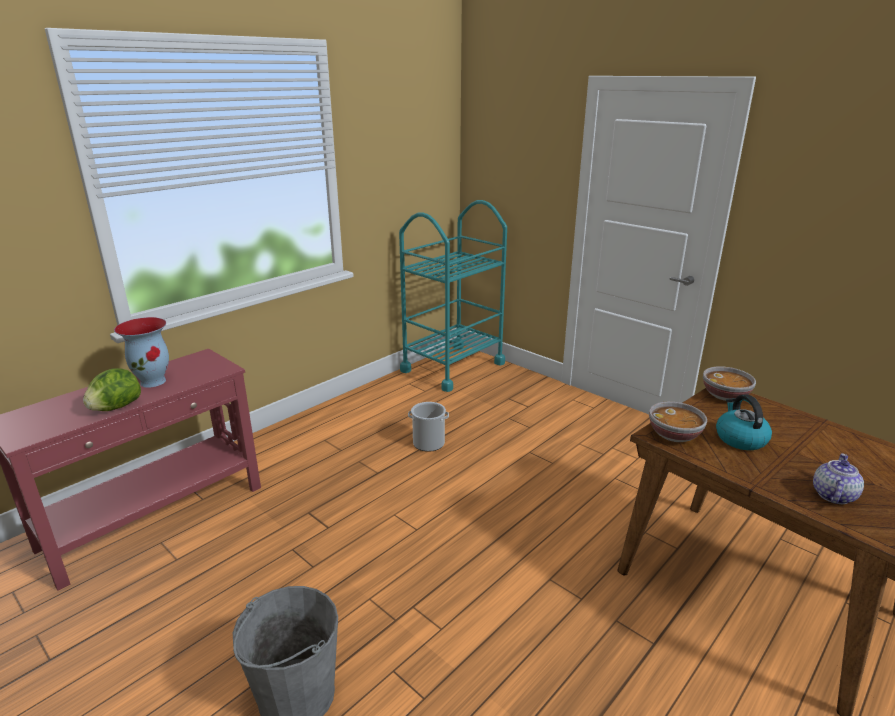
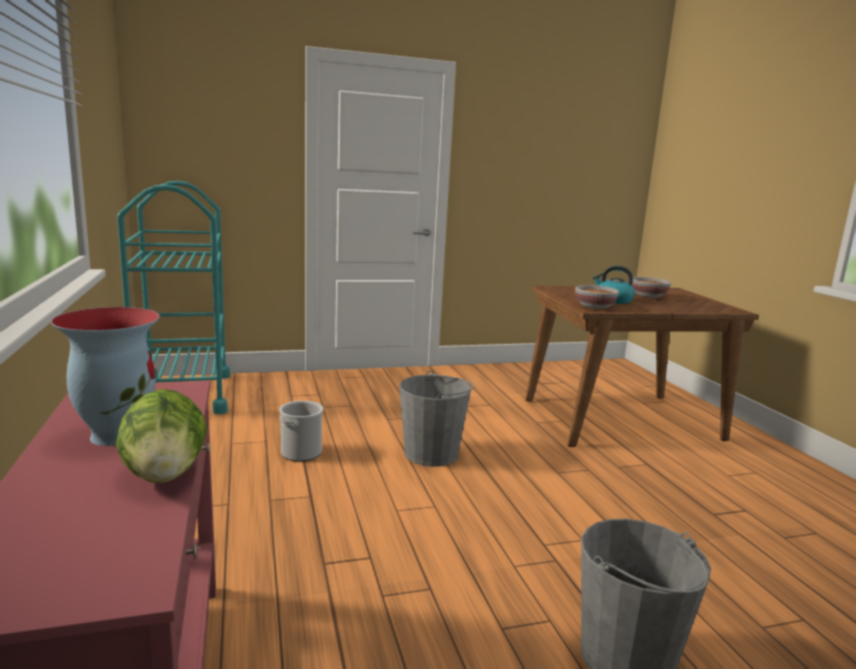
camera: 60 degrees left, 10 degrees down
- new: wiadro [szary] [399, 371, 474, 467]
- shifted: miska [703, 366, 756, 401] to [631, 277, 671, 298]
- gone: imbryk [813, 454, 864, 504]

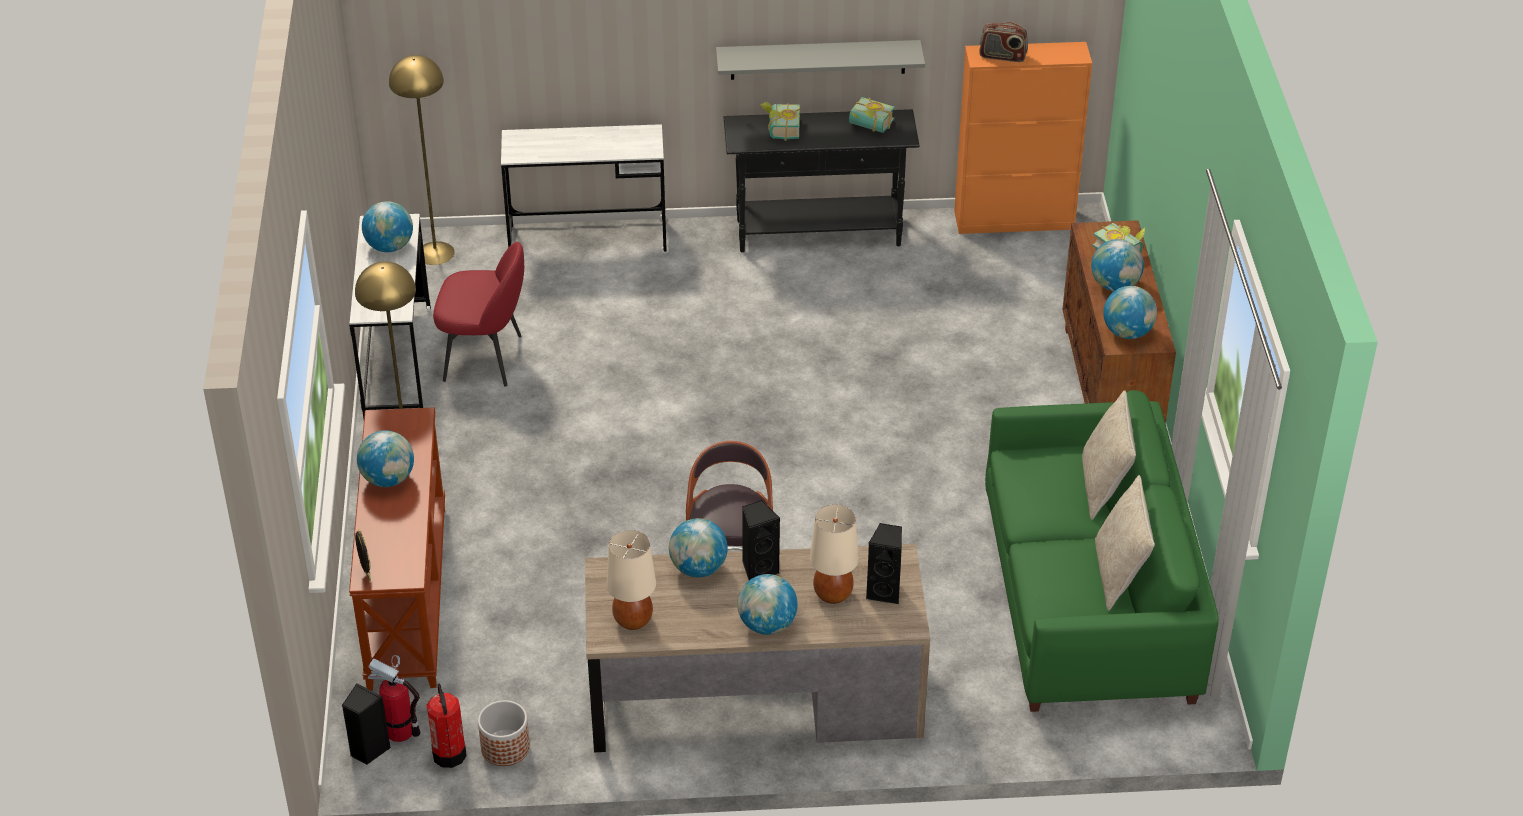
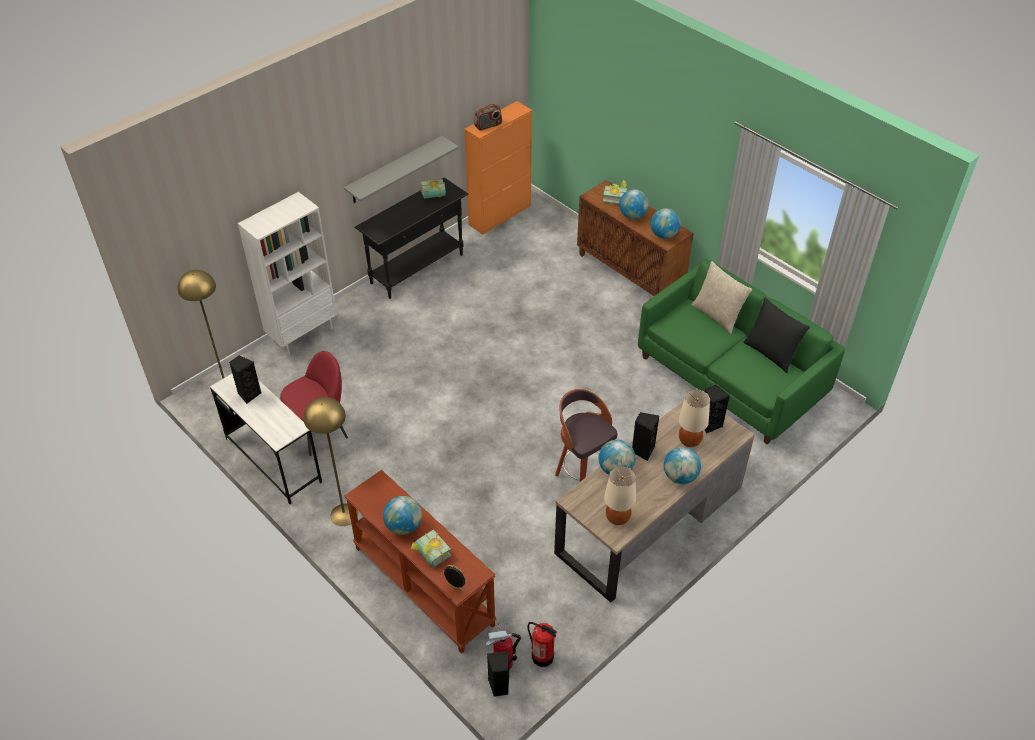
camera: 40 degrees left, 5 degrees up
- swapped: globus [362, 201, 413, 252] to głośnik [czarny] [229, 356, 261, 404]
- swapped: biurko [biały] [501, 124, 669, 253] to regał [biały] [238, 192, 337, 355]
- shifted: książka [760, 102, 801, 141] to [411, 529, 451, 567]
- repainted: poduszka [beżowy] [1095, 475, 1155, 611] to poduszka [czarny] [744, 298, 810, 373]
- gone: donica [478, 700, 530, 766]

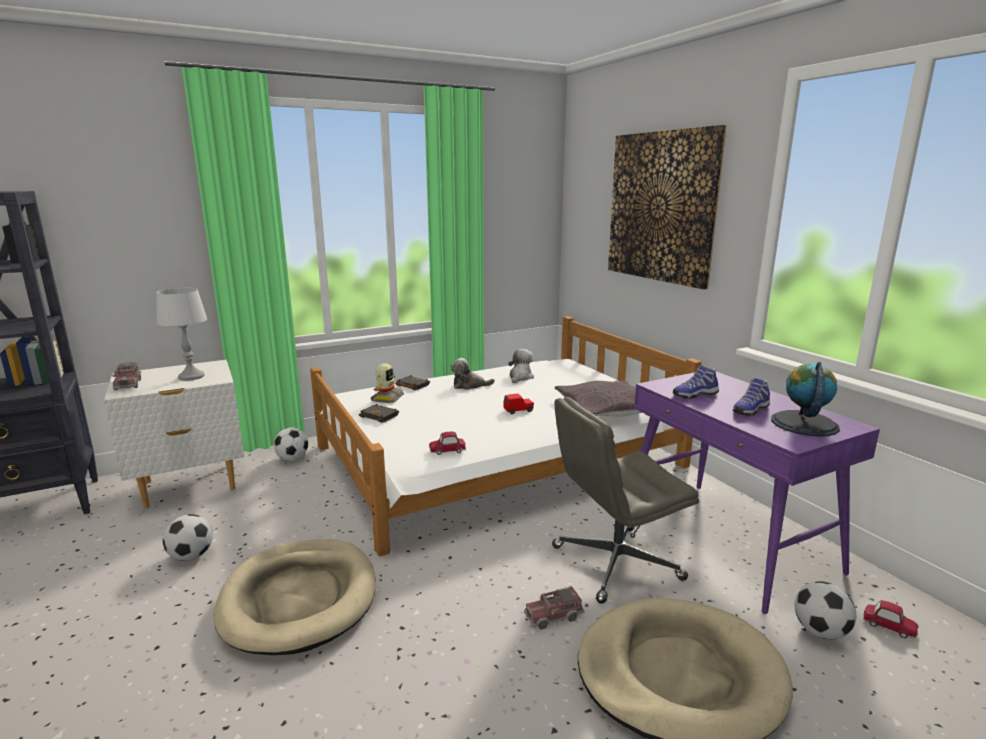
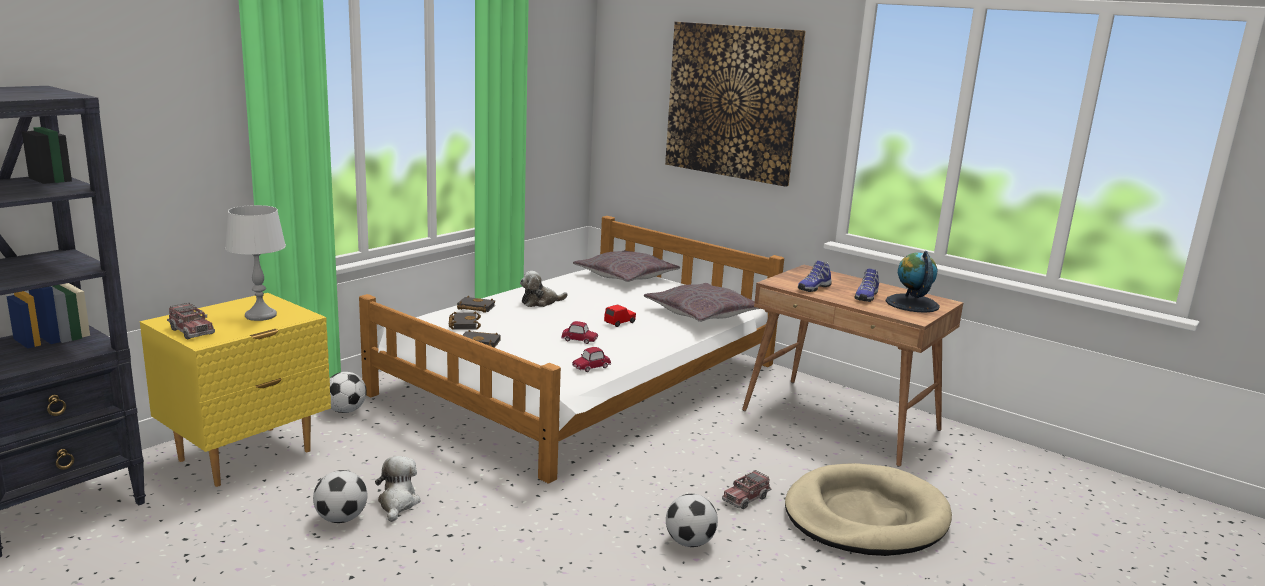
camera: 25 degrees left, 0 degrees up
- repainted: szafka nocna [biały] [104, 360, 244, 508] to szafka nocna [żółty] [140, 293, 331, 487]
- shifted: pluszak [509, 349, 534, 384] to [375, 456, 420, 522]
- swapped: robot zabawkowy [371, 363, 404, 403] to książka [czarny] [449, 312, 481, 330]
- shifted: samochodzik [863, 600, 919, 638] to [561, 321, 598, 344]
- new: poduszka [szary] [573, 250, 680, 282]
- shifted: piłka futbolowa [795, 581, 856, 639] to [666, 494, 718, 547]
- repainted: biurko [fioletowy] [634, 372, 880, 614] to biurko [brązowy] [742, 265, 963, 467]
- gone: legowisko [beżowy] [214, 539, 376, 655]
- gone: krzesło biurowe [szary] [552, 397, 699, 604]

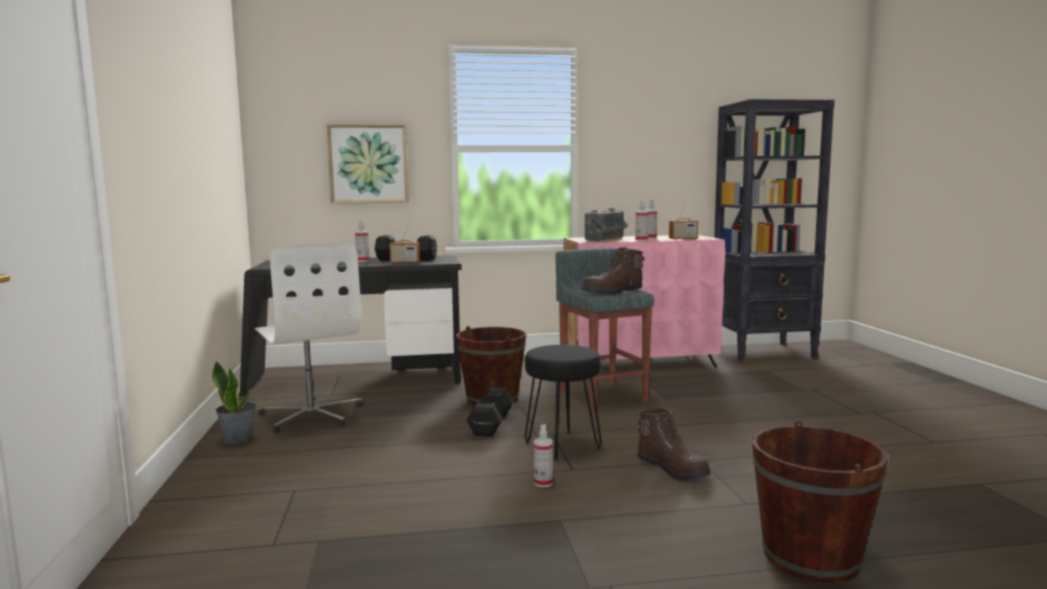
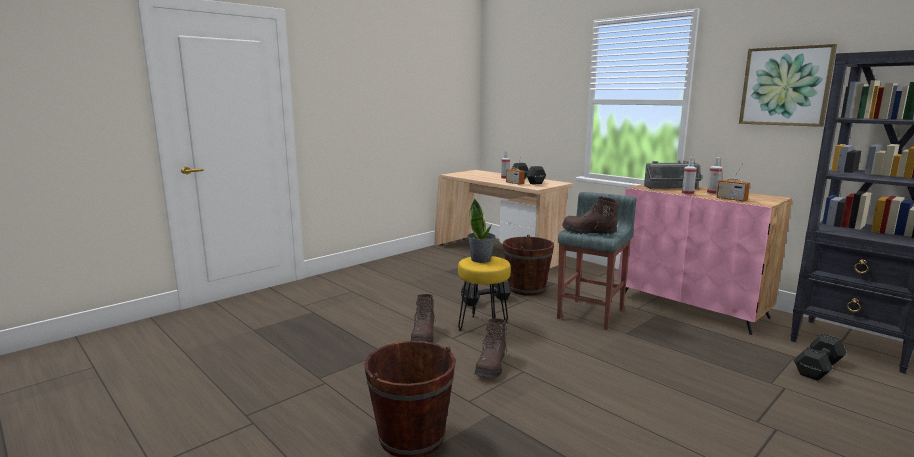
camera: 55 degrees right, 5 degrees up
- swapped: spryskiwacz [534, 424, 553, 488] to but z cholewką [brązowy] [411, 294, 437, 343]
- repainted: biurko [czarny] [240, 255, 462, 396] to biurko [beżowy] [434, 170, 573, 268]
- repainted: stołek [czarny] [525, 345, 602, 461] to stołek [żółty] [458, 256, 511, 331]
- shifted: roślina doniczkowa [212, 361, 256, 445] to [468, 198, 496, 263]
- shifted: obraz [327, 124, 409, 204] to [739, 44, 837, 127]
- new: hantel [czarny] [794, 334, 847, 381]
- gone: krzesło biurowe [biały] [255, 242, 363, 433]

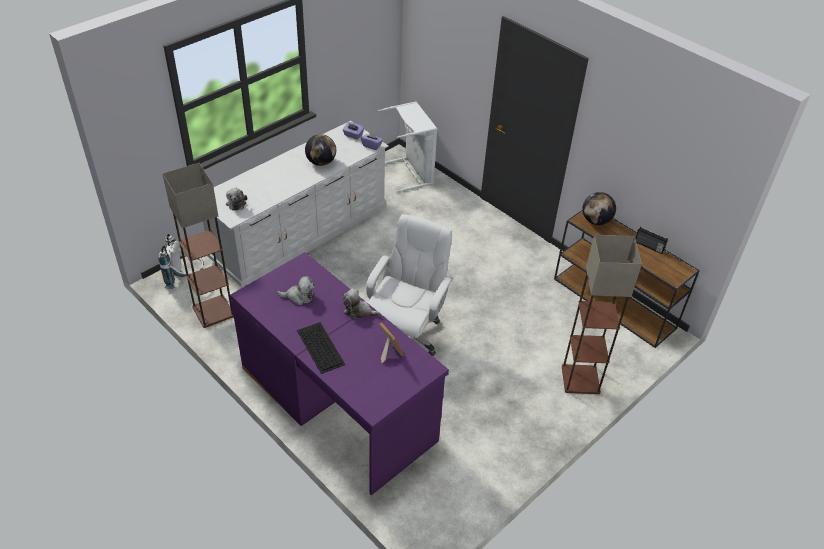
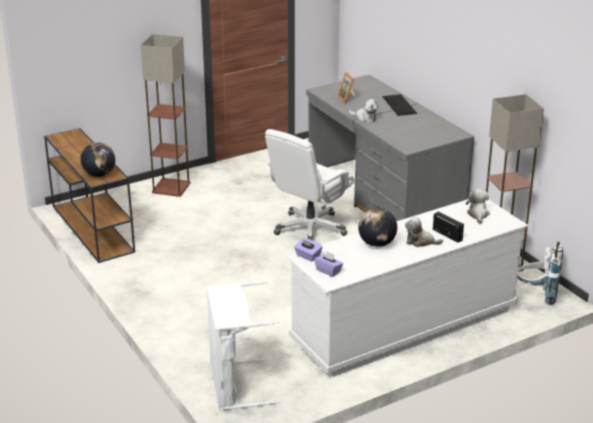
camera: 165 degrees left, 15 degrees down
- repainted: biurko [fioletowy] [230, 252, 449, 495] to biurko [szary] [306, 75, 474, 221]
- shifted: pluszak [277, 276, 315, 305] to [405, 217, 443, 247]
- shifted: radio [635, 227, 668, 254] to [433, 211, 464, 242]

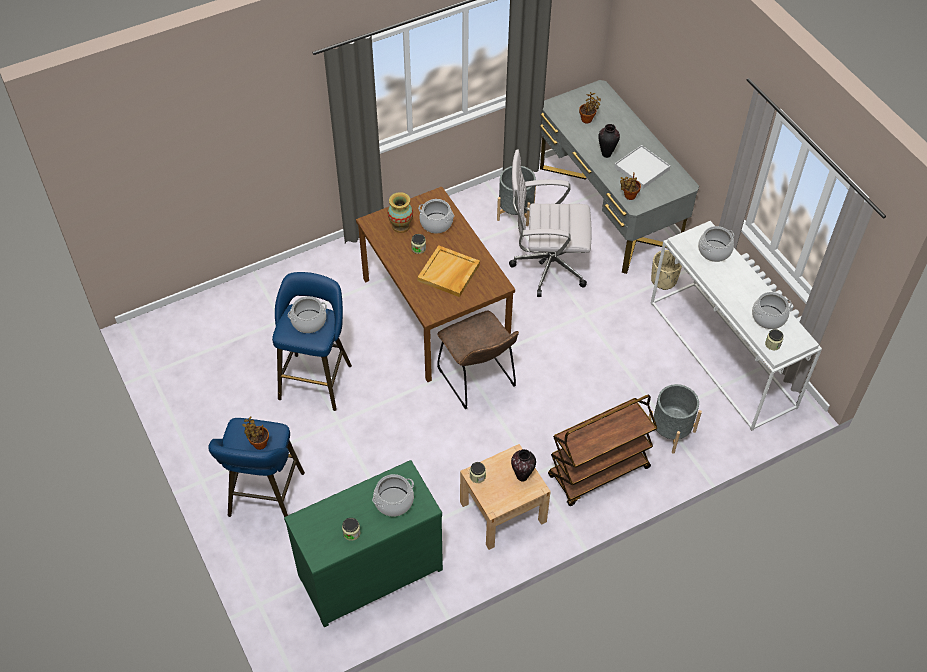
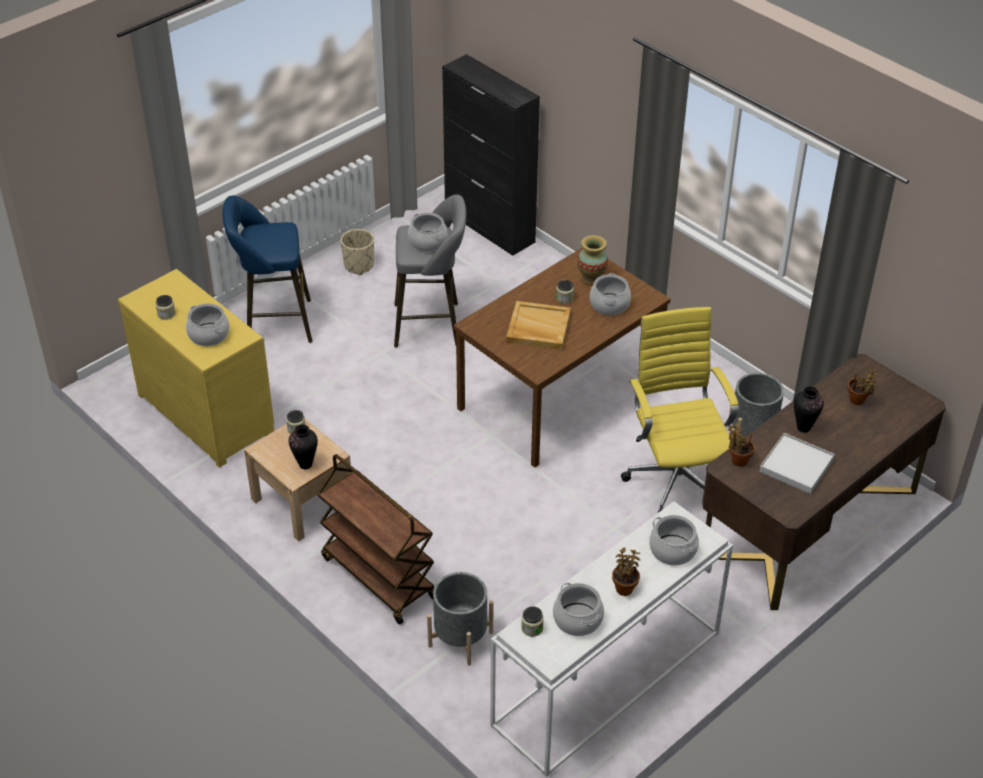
camera: 75 degrees right, 10 degrees down
- repainted: komoda [zielony] [284, 460, 443, 628] to komoda [żółty] [118, 269, 274, 468]
- shifted: donica [beżowy] [651, 250, 682, 290] to [341, 229, 374, 275]
- repainted: stołek [niebieski] [272, 272, 352, 411] to stołek [szary] [394, 195, 466, 348]
- new: szafka [czarny] [442, 54, 540, 256]
- shifted: roślina doniczkowa [242, 416, 269, 450] to [612, 547, 640, 596]
- repainted: krzesło biurowe [biały] [509, 149, 592, 297] to krzesło biurowe [żółty] [621, 307, 739, 513]
- repainted: biurko [szary] [540, 80, 699, 274] to biurko [brązowy] [702, 354, 946, 610]
- gone: krzesło [brązowy] [437, 310, 519, 409]

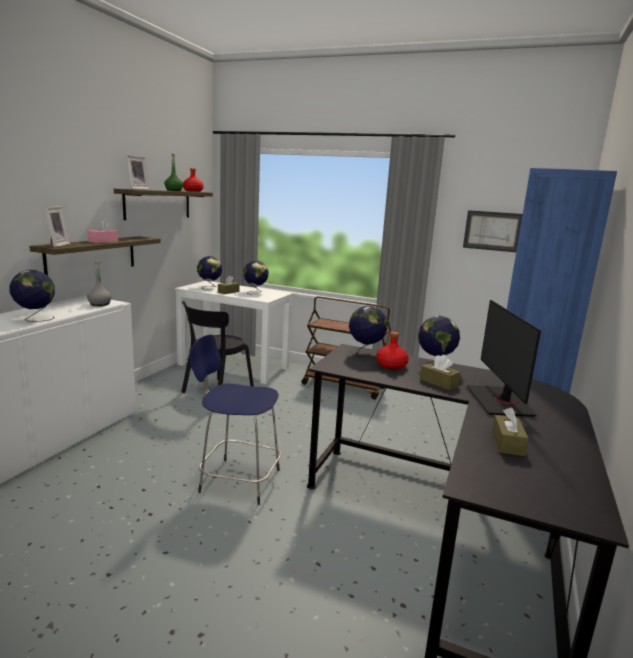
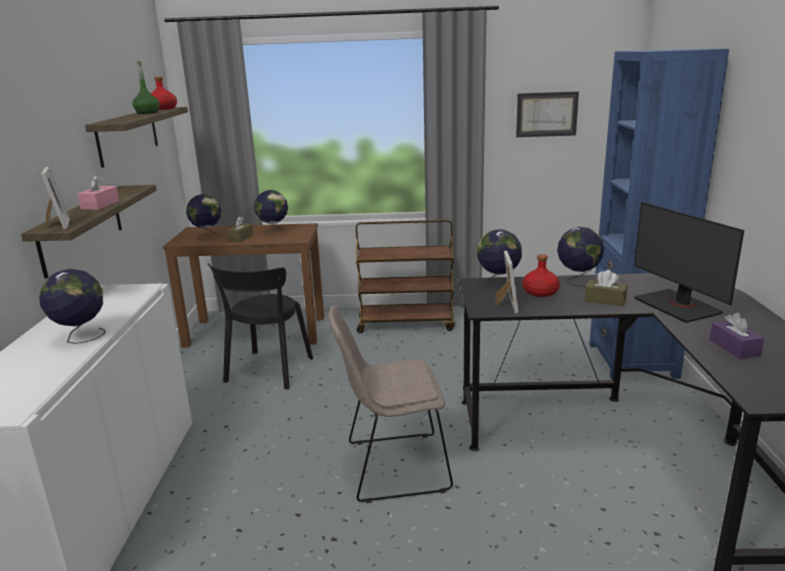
camera: 20 degrees left, 5 degrees up
- repainted: biurko [biały] [174, 281, 293, 384] to biurko [brązowy] [163, 223, 324, 348]
- swapped: stołek [niebieski] [189, 334, 281, 505] to krzesło [beżowy] [329, 306, 453, 503]
- shifted: ramka na zdjęcie [125, 155, 151, 190] to [495, 251, 519, 314]
- repainted: pudełko chusteczek [brązowy] [492, 407, 529, 456] to pudełko chusteczek [fioletowy] [709, 312, 764, 359]
- gone: butelka [szary] [87, 261, 112, 306]

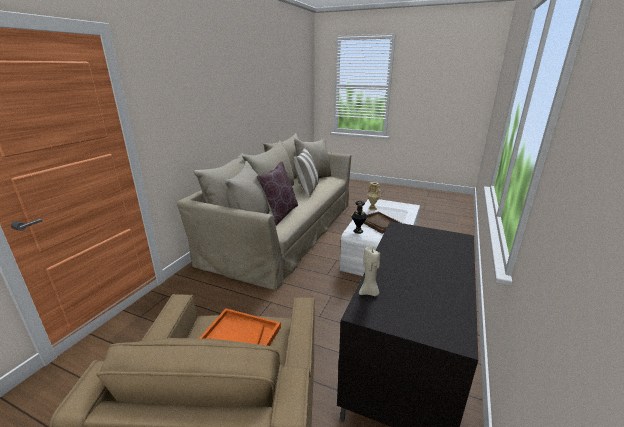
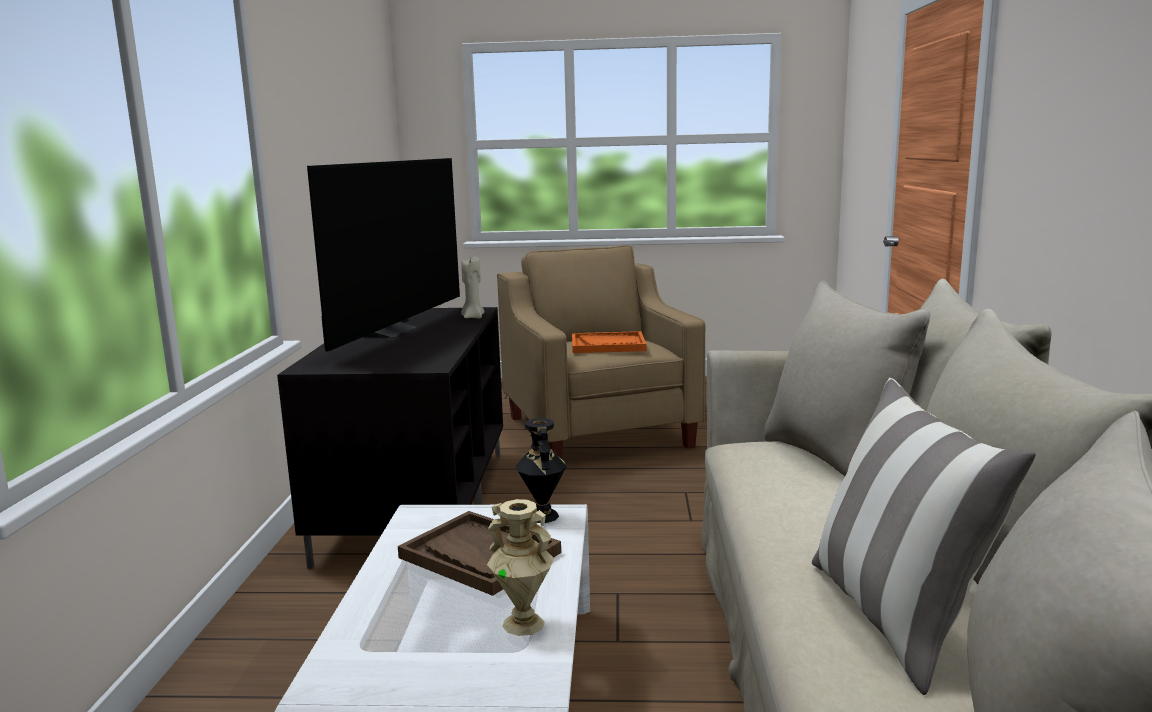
camera: 160 degrees right, 10 degrees down
- new: telewizor [307, 158, 460, 352]
- gone: poduszka [brązowy] [256, 161, 298, 225]

